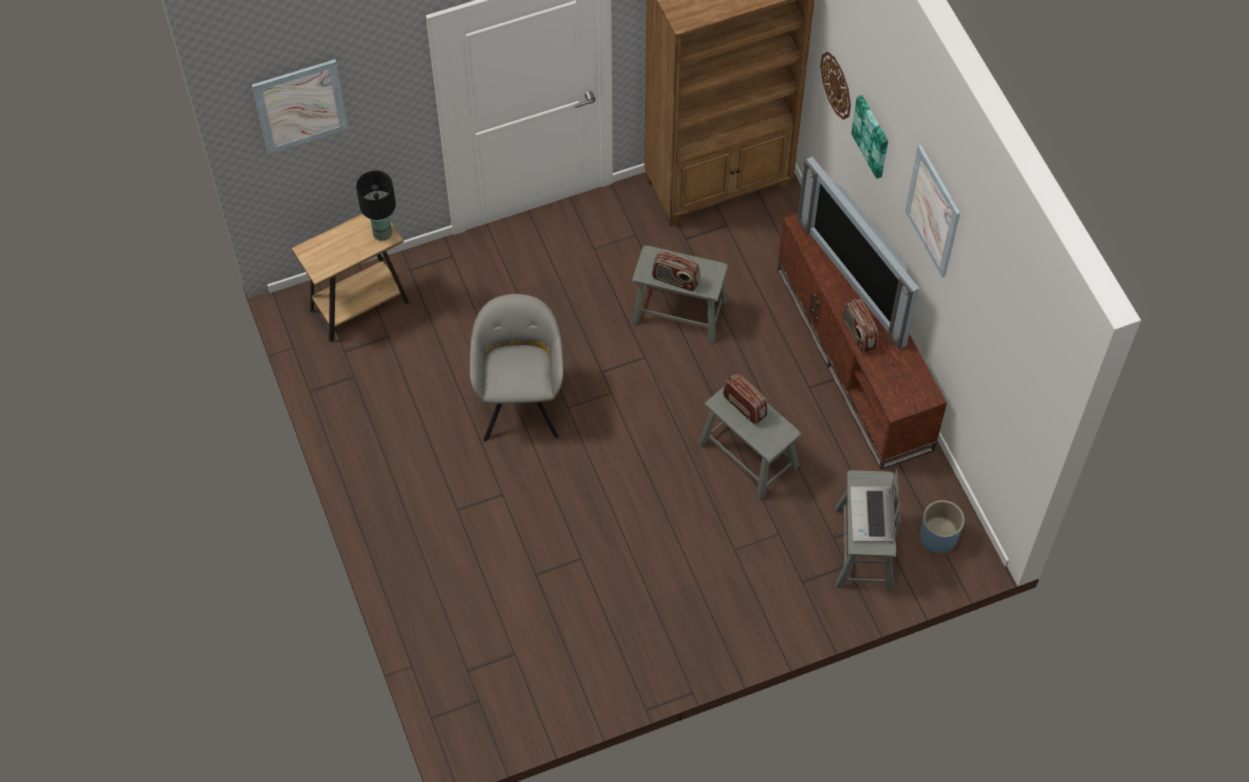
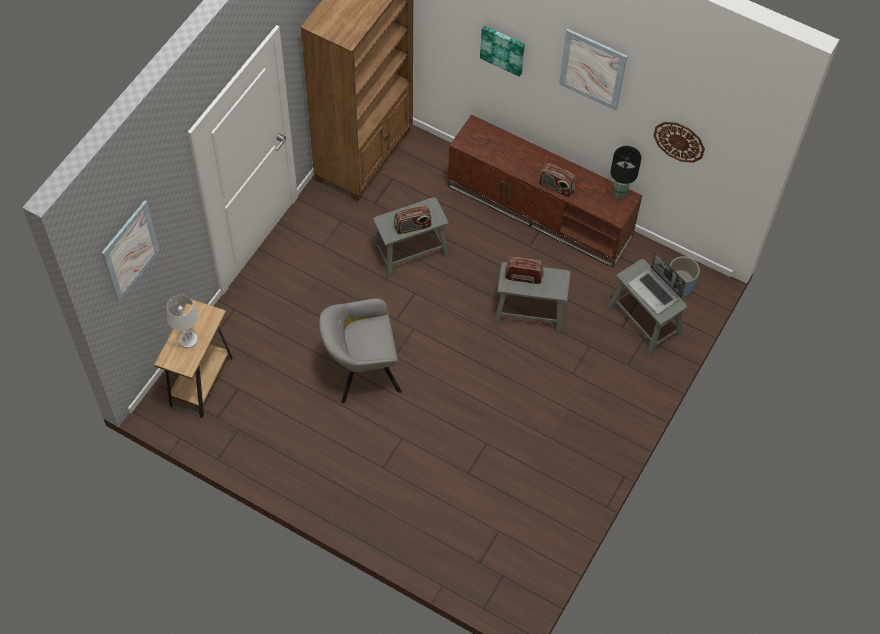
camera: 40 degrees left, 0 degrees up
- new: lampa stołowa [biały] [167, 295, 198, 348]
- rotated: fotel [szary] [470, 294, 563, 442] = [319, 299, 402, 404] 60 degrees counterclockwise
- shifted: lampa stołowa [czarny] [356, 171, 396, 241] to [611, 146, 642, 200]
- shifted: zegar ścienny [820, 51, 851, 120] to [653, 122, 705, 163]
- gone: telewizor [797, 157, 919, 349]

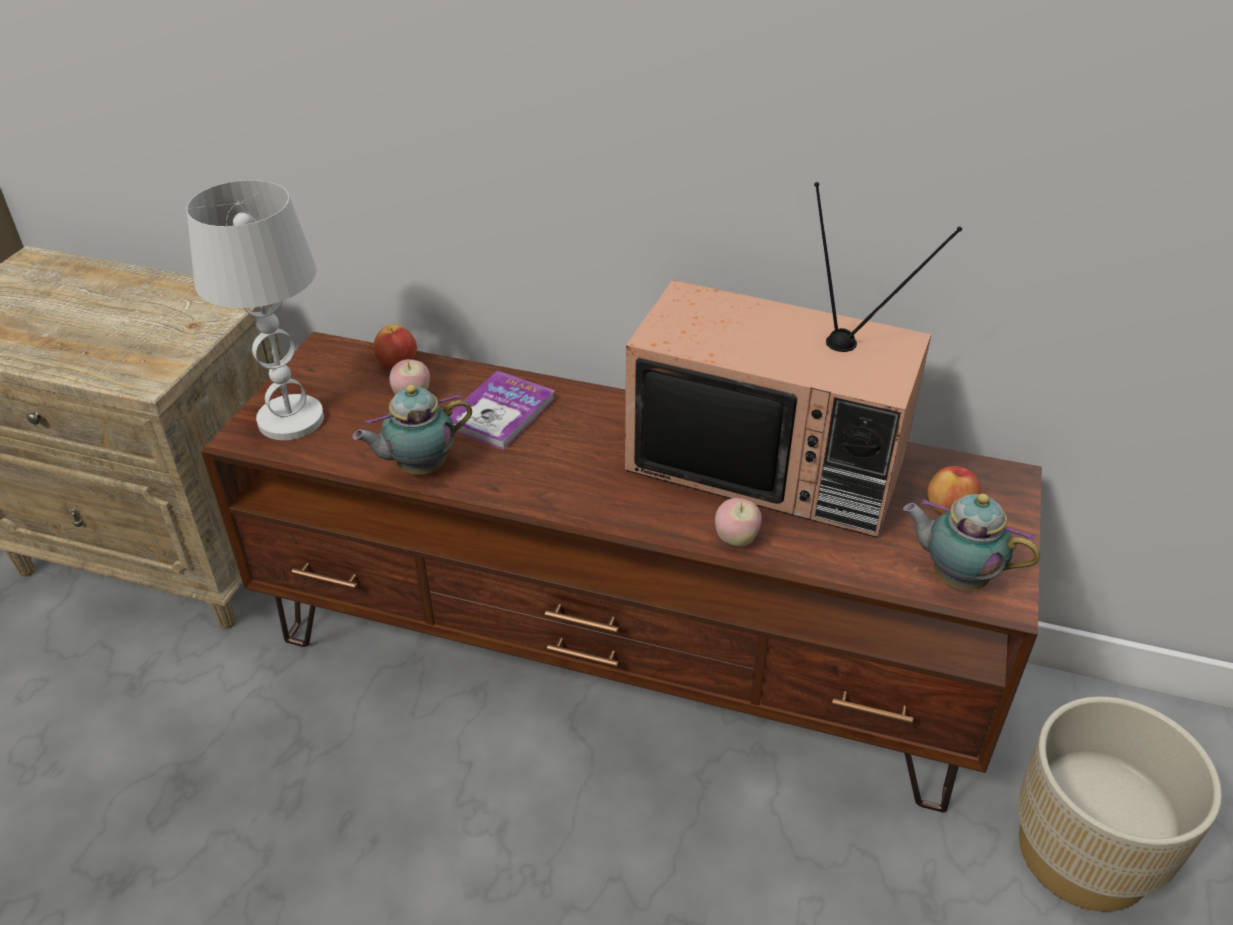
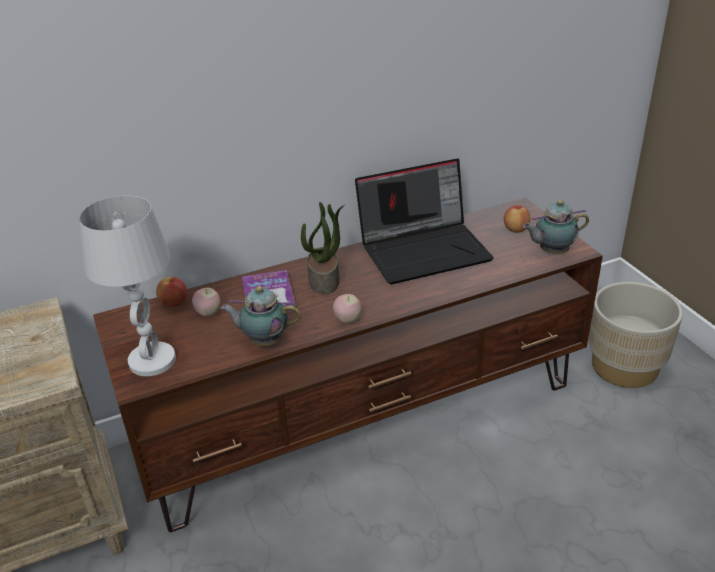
camera: 40 degrees left, 5 degrees down
- rotated: imbryk [353, 385, 472, 475] = [221, 286, 301, 346] 75 degrees clockwise
- new: roślina doniczkowa [301, 202, 345, 295]
- shifted: jabłko [715, 498, 762, 547] to [333, 294, 361, 323]
- swapped: telewizor [625, 182, 962, 538] to laptop [355, 158, 494, 284]

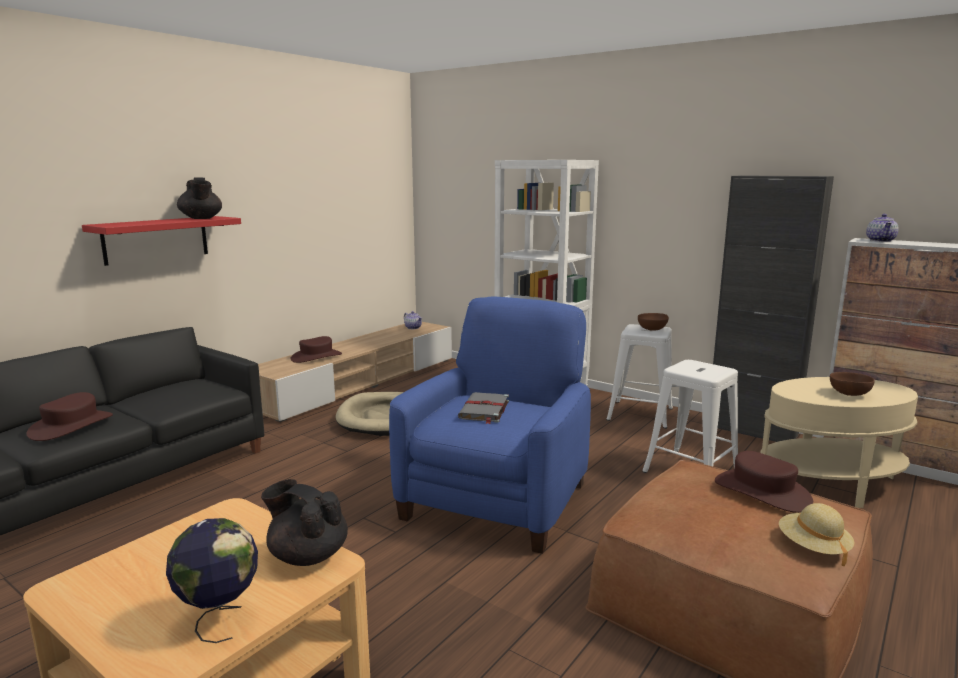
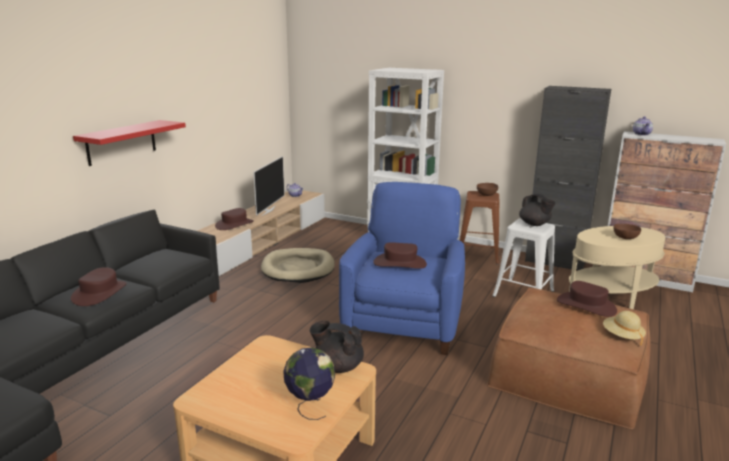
camera: 10 degrees left, 5 degrees up
- new: telewizor [253, 156, 285, 216]
- swapped: książka [szary] [458, 392, 509, 424] to kapelusz [brązowy] [373, 242, 427, 269]
- repainted: stołek [biały] [606, 324, 673, 429] to stołek [brązowy] [460, 191, 500, 265]
- shifted: imbryk [czarny] [177, 177, 222, 219] to [519, 194, 556, 226]

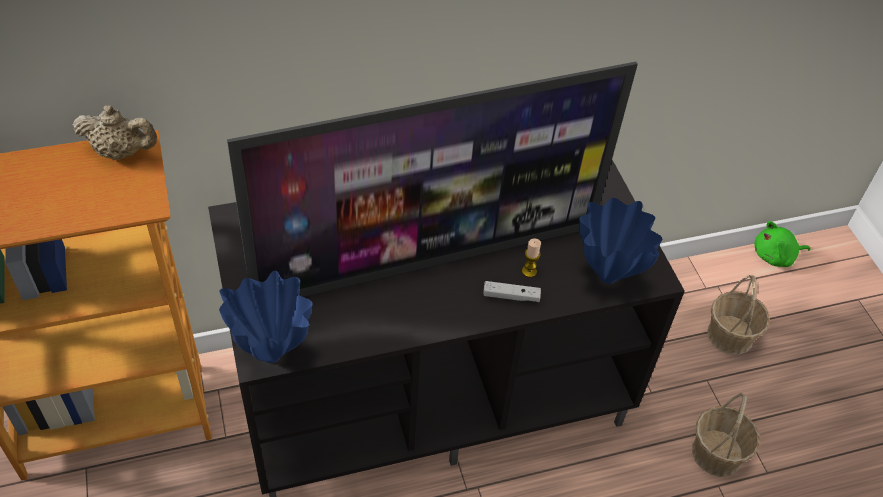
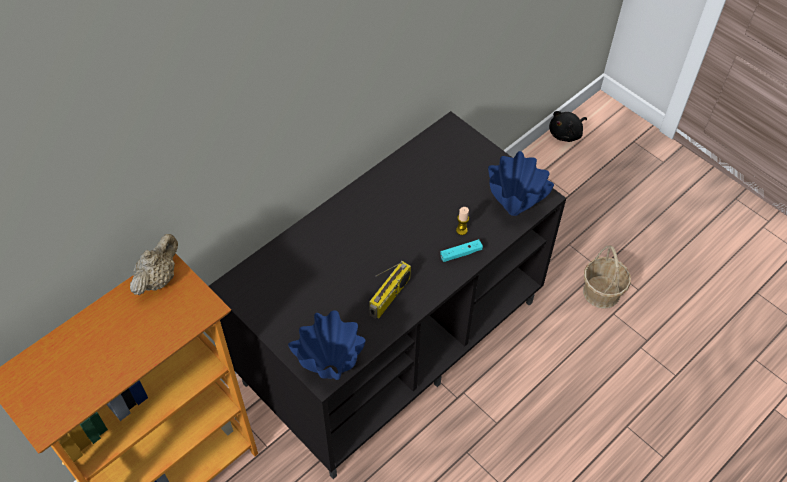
camera: 25 degrees left, 5 degrees up
- rotated: imbryk [beżowy] [72, 105, 157, 160] = [130, 234, 178, 295] 45 degrees counterclockwise
- new: radio [369, 261, 411, 319]
- repainted: pad do gier [biały] [483, 281, 541, 302] to pad do gier [turkusowy] [440, 239, 483, 262]
- repainted: pluszak [zielony] [754, 221, 811, 267] to pluszak [czarny] [549, 111, 587, 142]
- gone: telewizor [227, 62, 638, 297]
- gone: koszyk [707, 275, 770, 355]

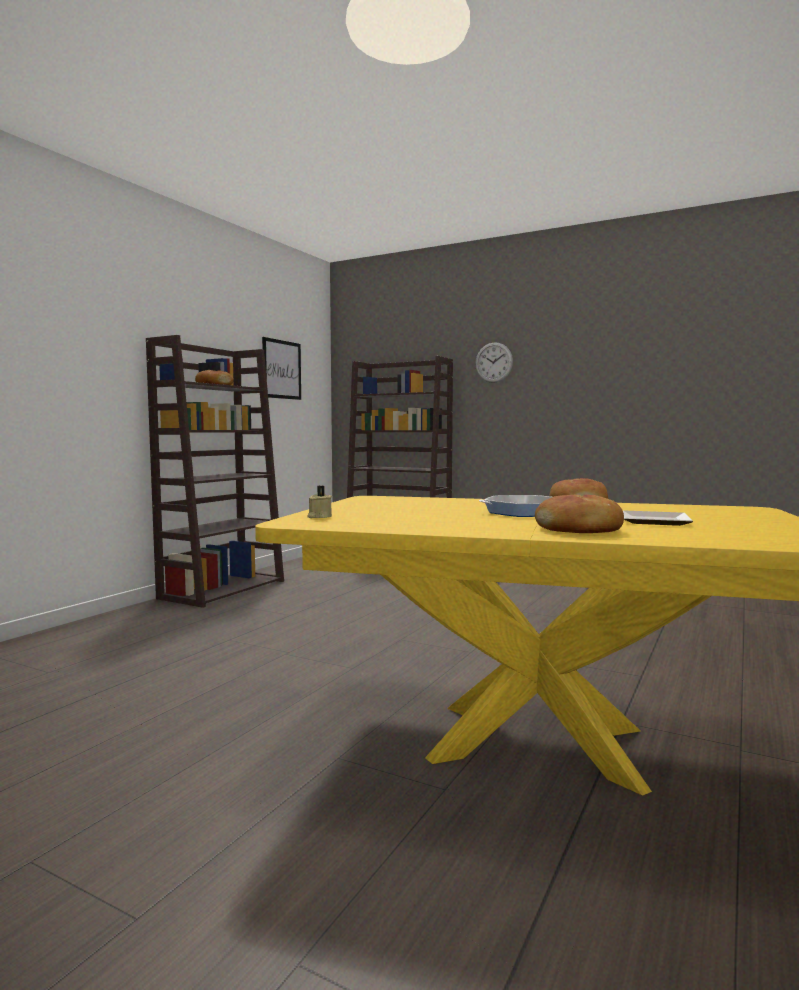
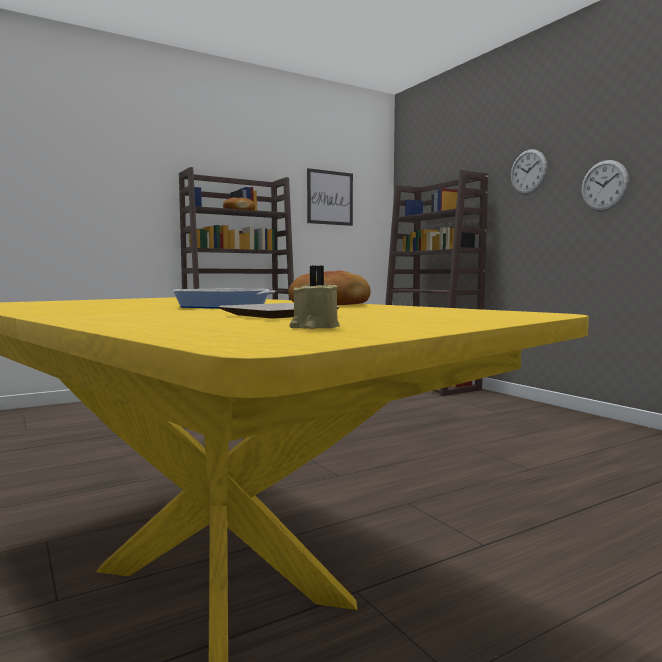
camera: 30 degrees right, 0 degrees up
- shifted: świeca [beżowy] [307, 486, 332, 518] to [289, 266, 340, 329]
- new: zegar ścienny [581, 160, 629, 212]
- gone: chleb [535, 495, 624, 533]

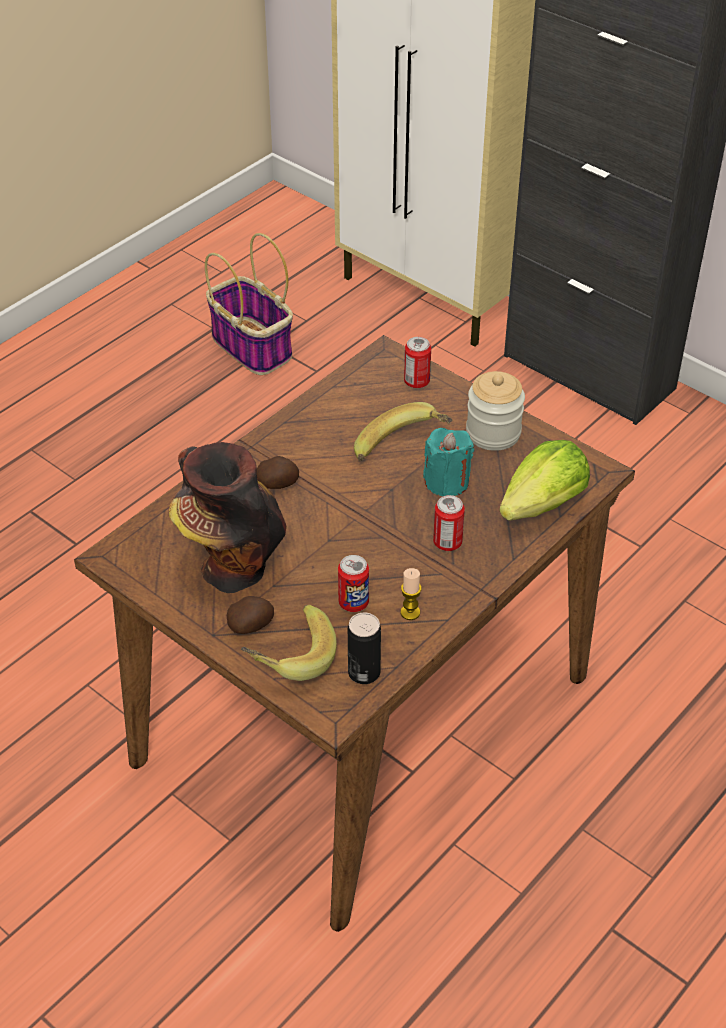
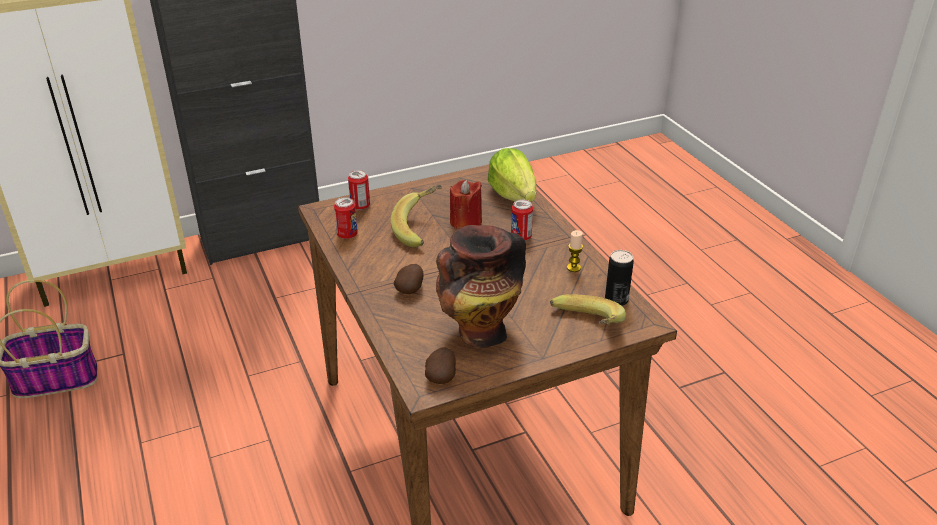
camera: 65 degrees left, 10 degrees down
- shifted: puszka [338, 555, 369, 612] to [334, 197, 358, 239]
- shifted: ziemniak [227, 596, 274, 634] to [425, 347, 456, 384]
- repainted: świeca [turkusowy] [423, 428, 474, 497] to świeca [czerwony] [450, 180, 482, 229]
- gone: słoik [466, 371, 525, 451]

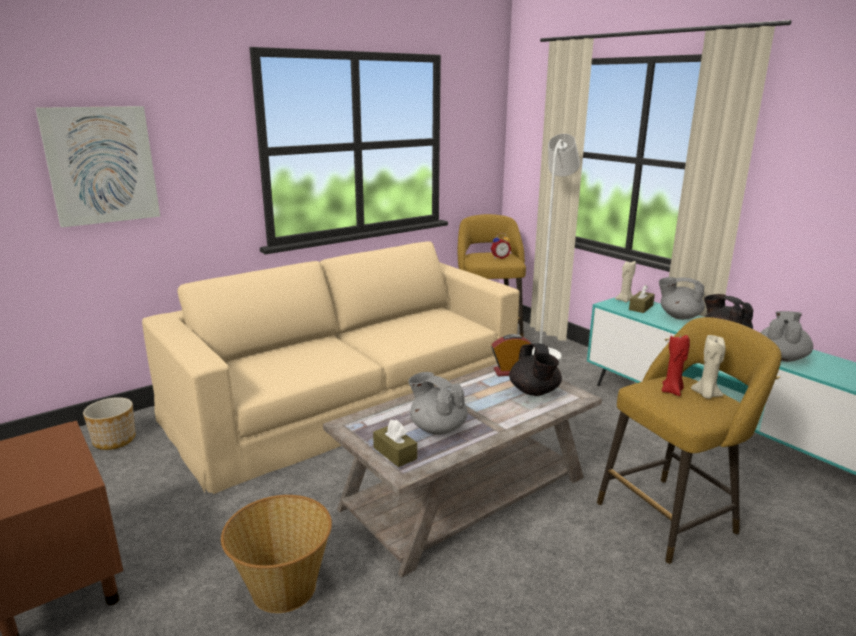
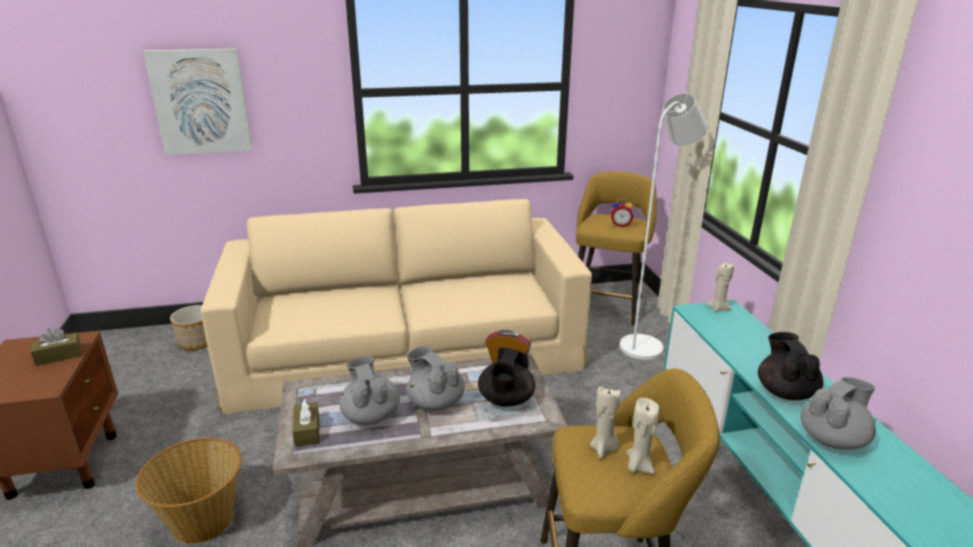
camera: 25 degrees right, 5 degrees up
- shifted: pudełko chusteczek [brązowy] [629, 285, 655, 313] to [30, 328, 82, 366]
- shifted: imbryk [szary] [659, 277, 705, 320] to [407, 346, 465, 411]
- repainted: świeca [czerwony] [662, 335, 690, 396] to świeca [beżowy] [590, 386, 621, 459]

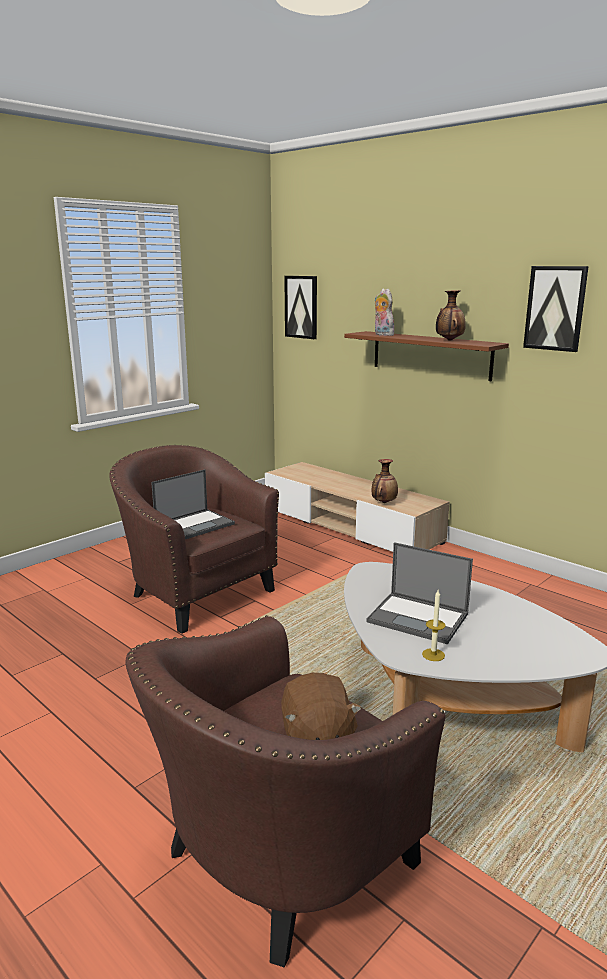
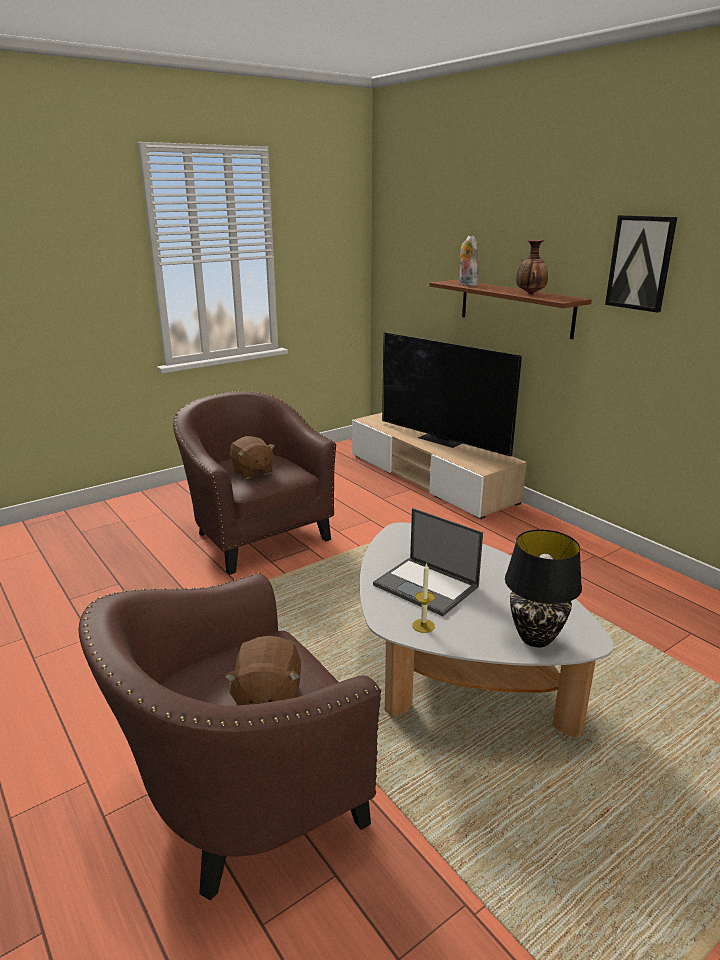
camera: 10 degrees right, 5 degrees up
- swapped: laptop [151, 469, 235, 539] to pluszak [brązowy] [230, 436, 275, 479]
- new: telewizor [382, 332, 522, 457]
- new: lampa stołowa [czarny] [505, 529, 582, 647]
- gone: obraz [284, 276, 317, 339]
- gone: wazon [372, 459, 398, 503]

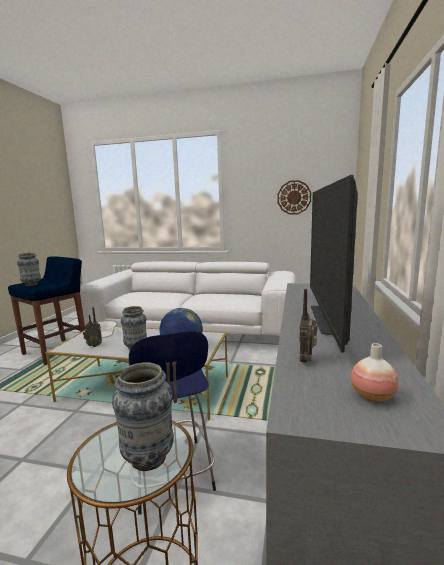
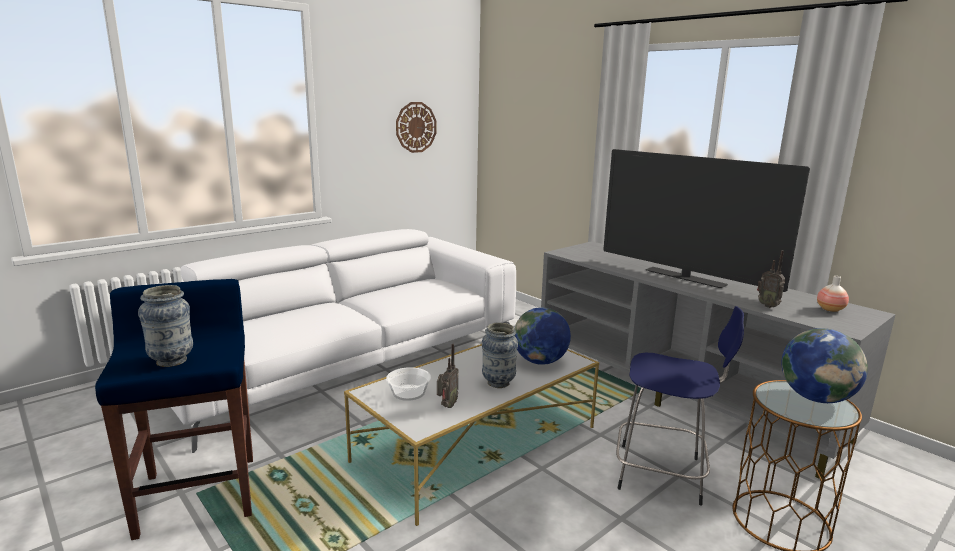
camera: 55 degrees left, 5 degrees up
- swapped: wazon [112, 362, 174, 471] to globus [781, 328, 868, 403]

